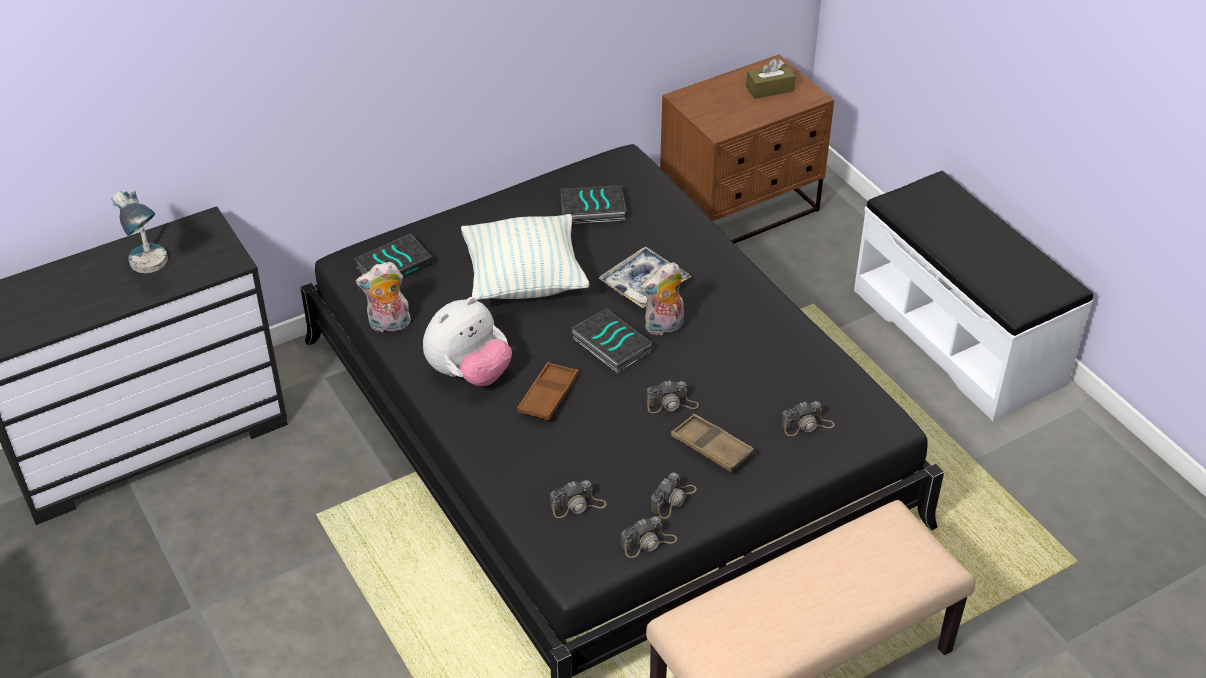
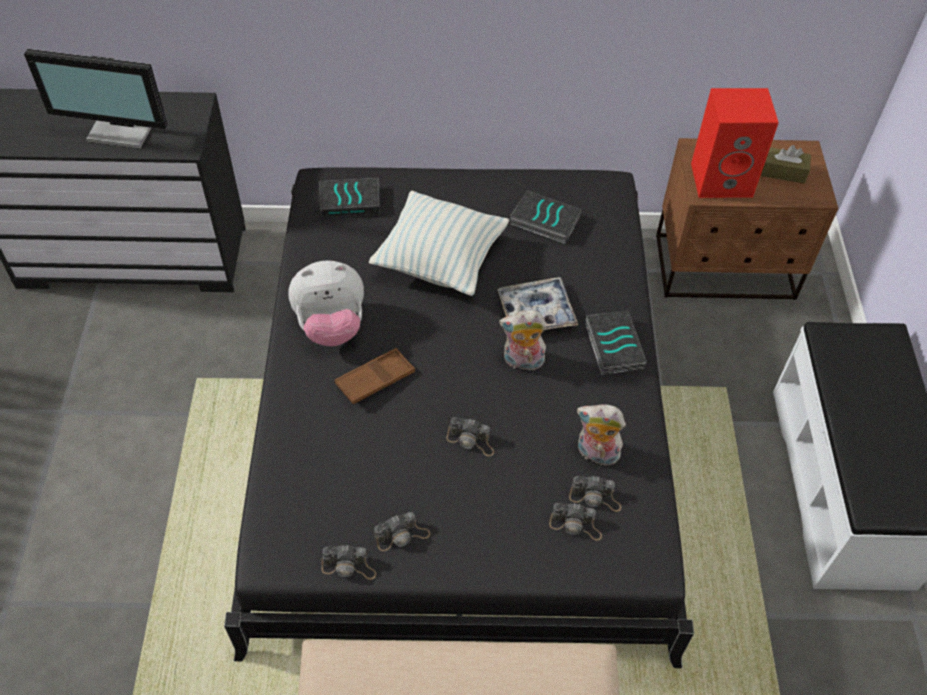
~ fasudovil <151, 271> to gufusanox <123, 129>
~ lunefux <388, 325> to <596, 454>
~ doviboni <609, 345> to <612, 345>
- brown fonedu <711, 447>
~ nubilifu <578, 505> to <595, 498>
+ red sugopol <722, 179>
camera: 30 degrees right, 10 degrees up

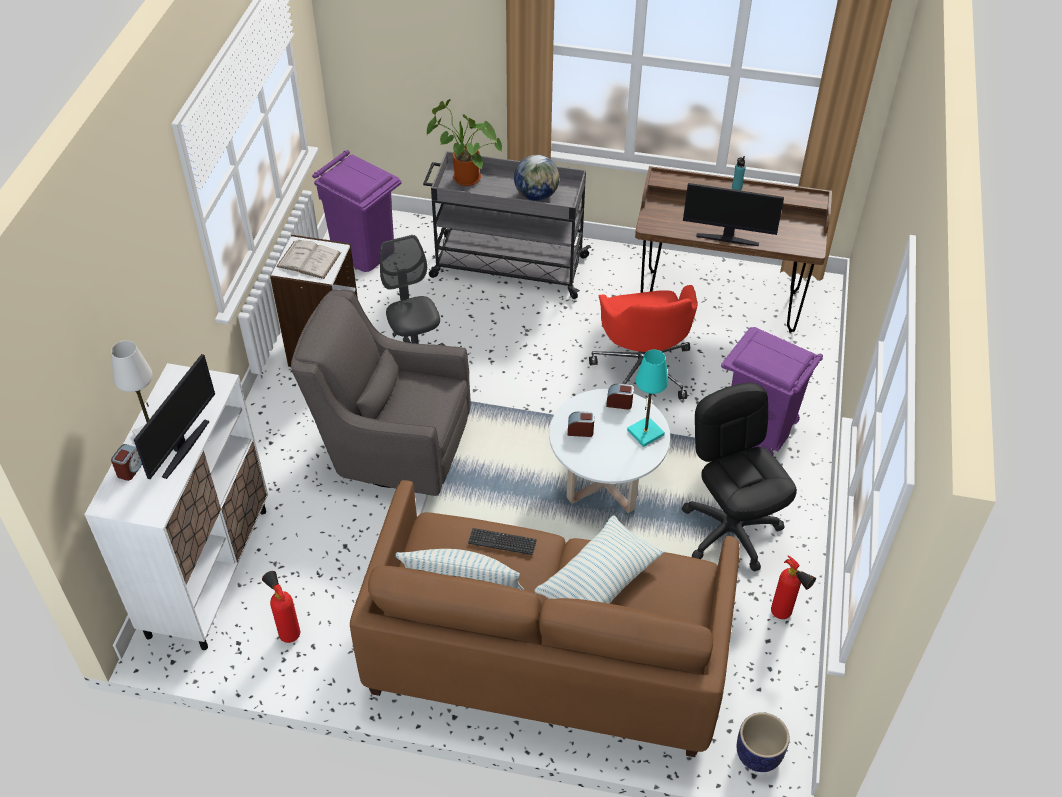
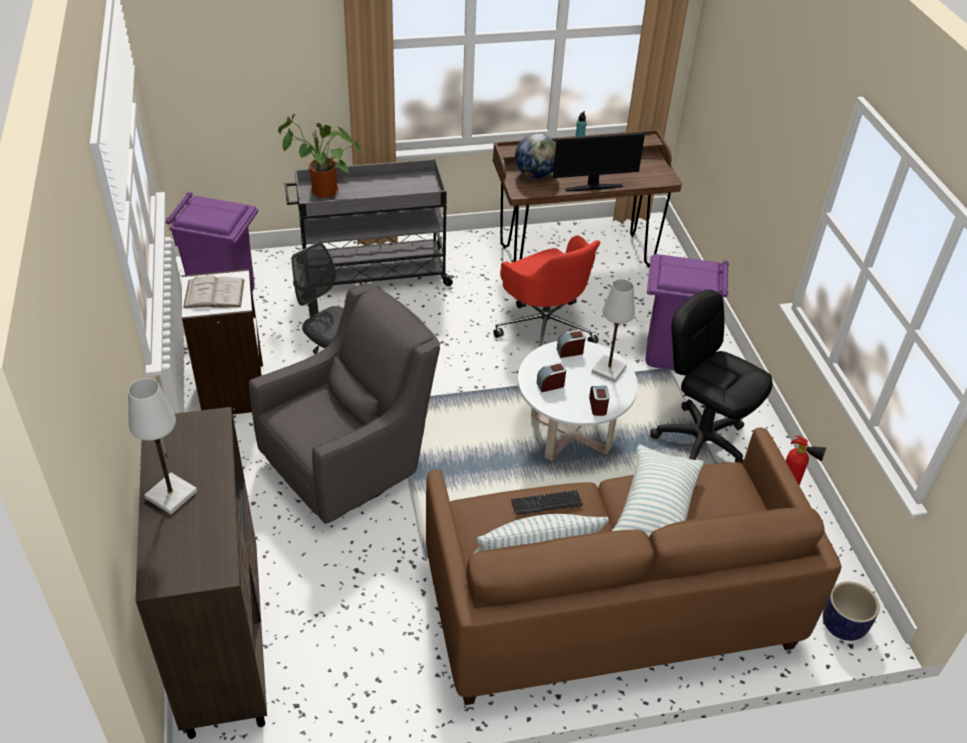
~ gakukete <536, 195> to <535, 175>
~ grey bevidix <391, 448> = <352, 463> 150 degrees clockwise
~ turquoise fasudovil <645, 433> to white fasudovil <609, 370>
- gufusanox <183, 448>
~ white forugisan <208, 571> to brown forugisan <223, 643>
~ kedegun <131, 468> to <598, 406>
- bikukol <287, 631>
camera: 25 degrees left, 5 degrees down

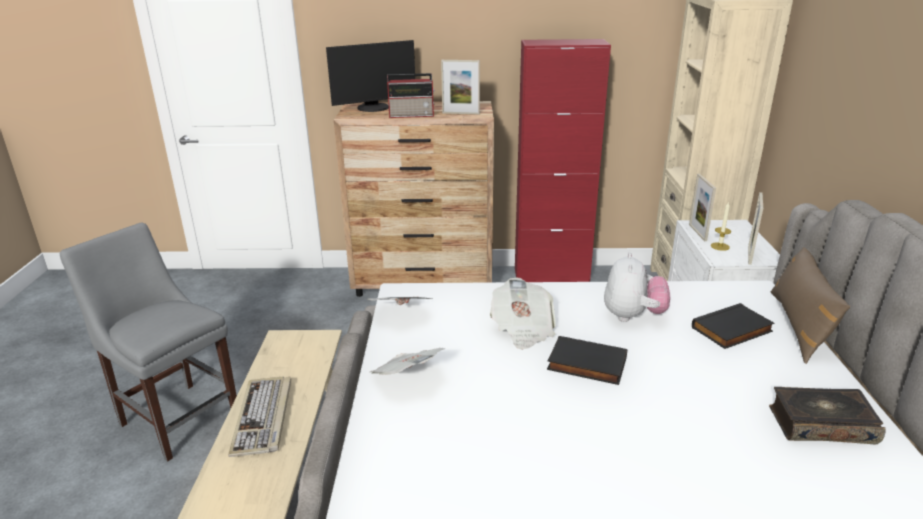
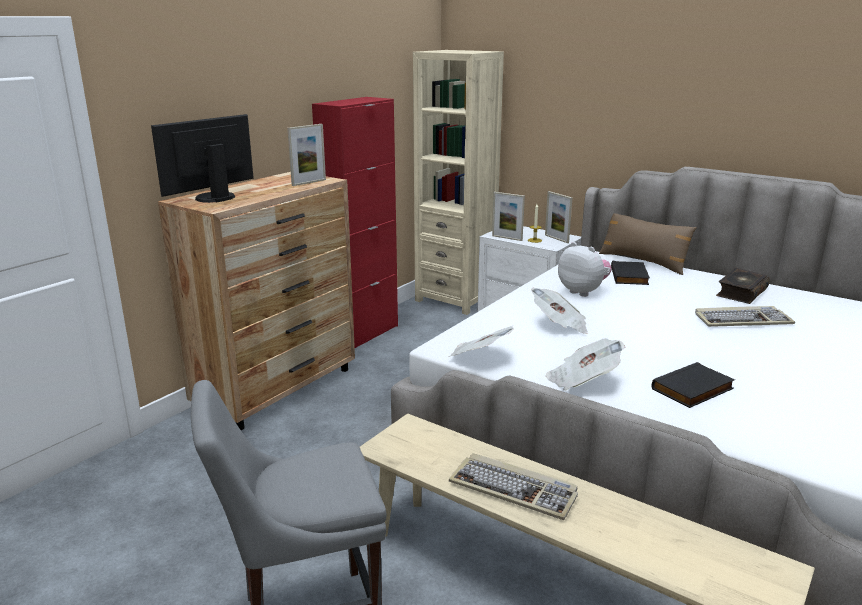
~ gufusanox <374, 108> = <213, 197> 150 degrees counterclockwise
- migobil <412, 115>
~ black doviboni <586, 365> to <693, 390>
+ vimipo <742, 320>
camera: 55 degrees left, 5 degrees down

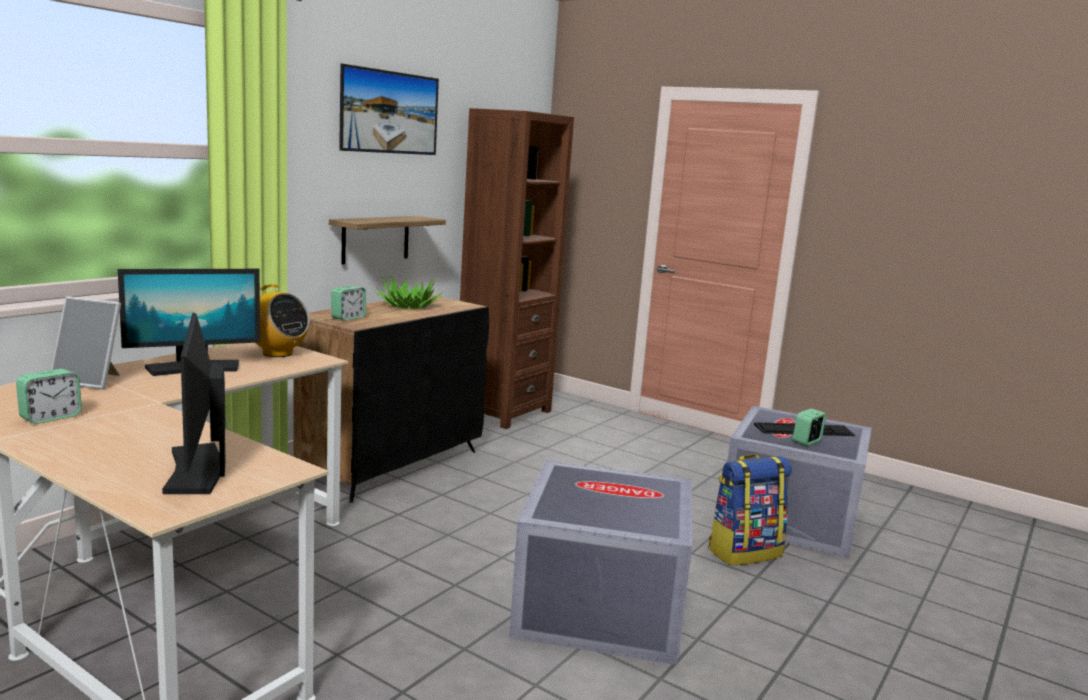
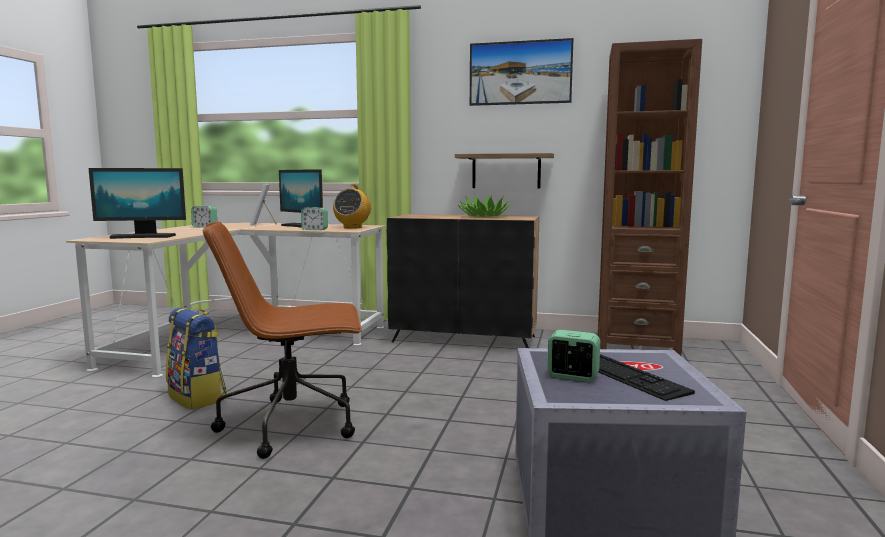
~ kedegun <348, 318> to <315, 229>
~ gufusanox <197, 470> = <142, 236> 150 degrees counterclockwise
~ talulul <744, 552> to <198, 397>
~ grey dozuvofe <597, 607> to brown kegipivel <293, 424>
camera: 70 degrees right, 5 degrees down

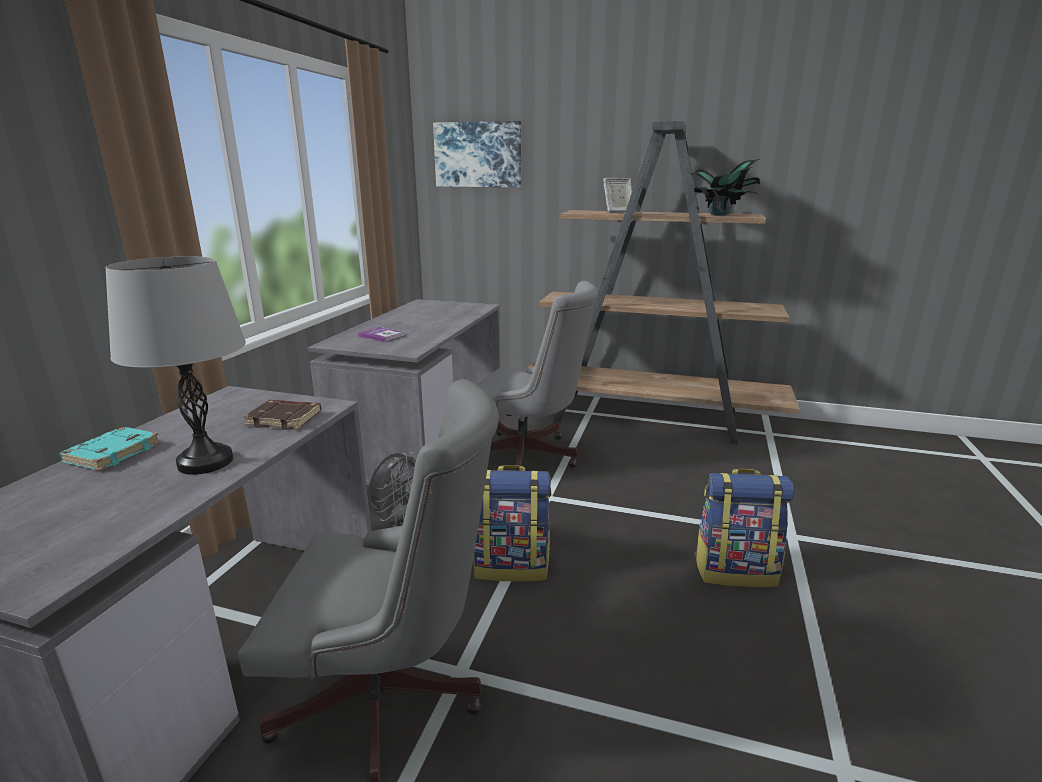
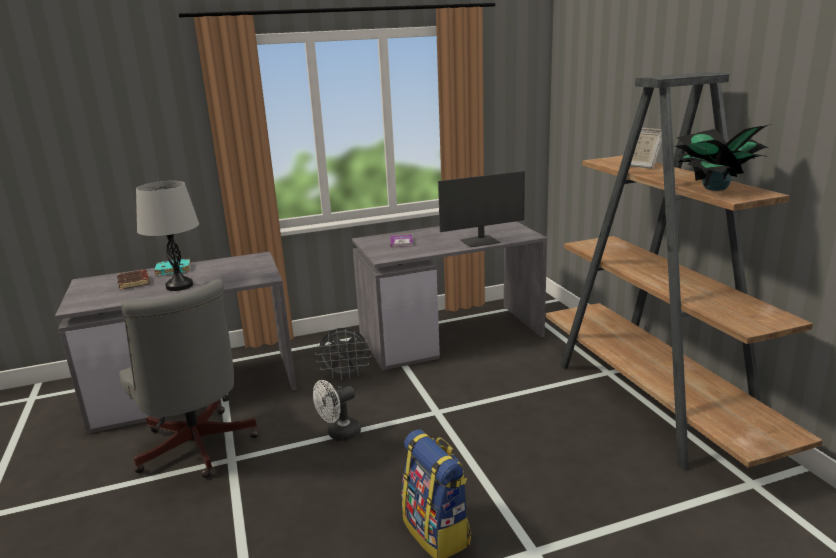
- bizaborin <478, 155>
- grey kegipivel <530, 458>
~ brown doviboni <285, 419> to <134, 282>
~ talulul <512, 566> to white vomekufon <339, 434>
+ gufusanox <480, 242>
camera: 55 degrees right, 0 degrees up

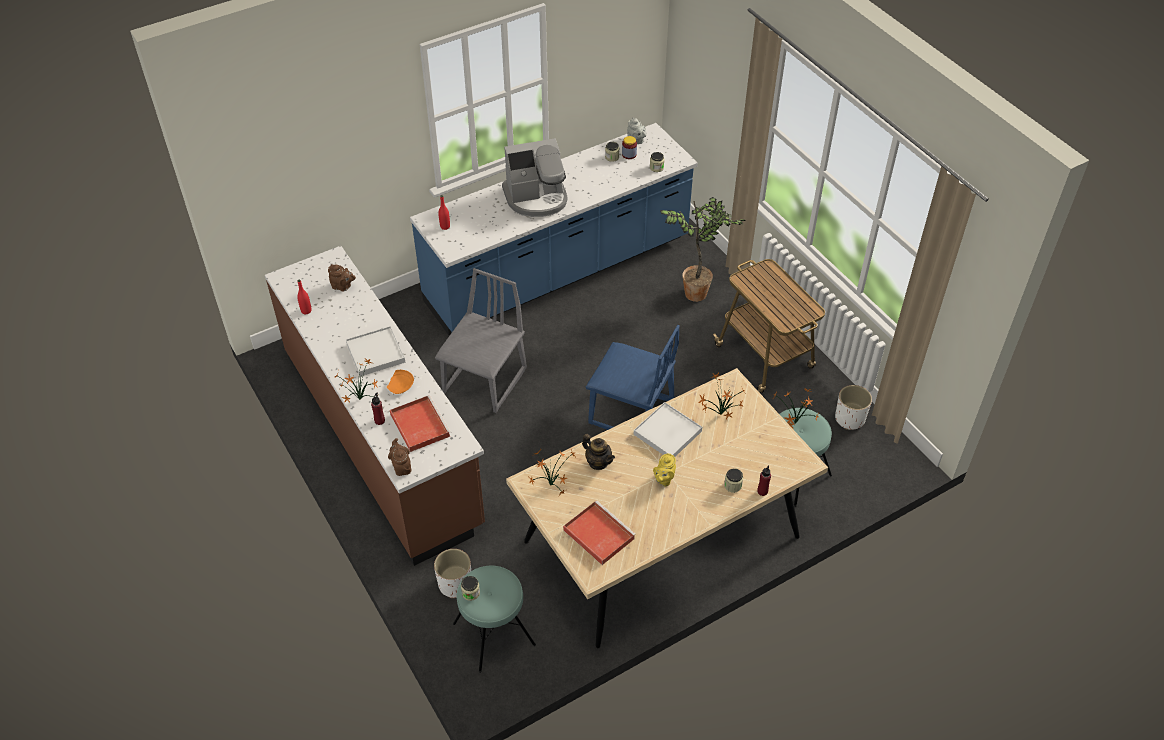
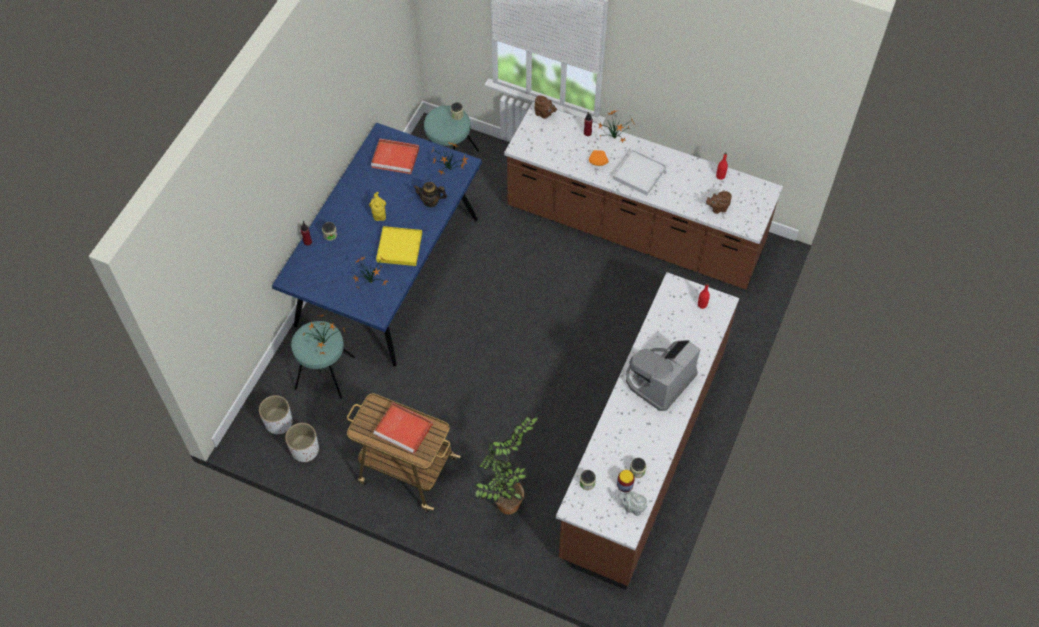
~ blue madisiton <558, 272> to brown madisiton <642, 453>
- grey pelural <485, 381>
- blue pelural <631, 413>
~ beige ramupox <662, 538> to blue ramupox <388, 272>
~ red fonedu <419, 424> to <404, 429>
~ white fonedu <667, 433> to yellow fonedu <399, 247>
~ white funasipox <455, 584> to <279, 422>
camera: 145 degrees right, 10 degrees up

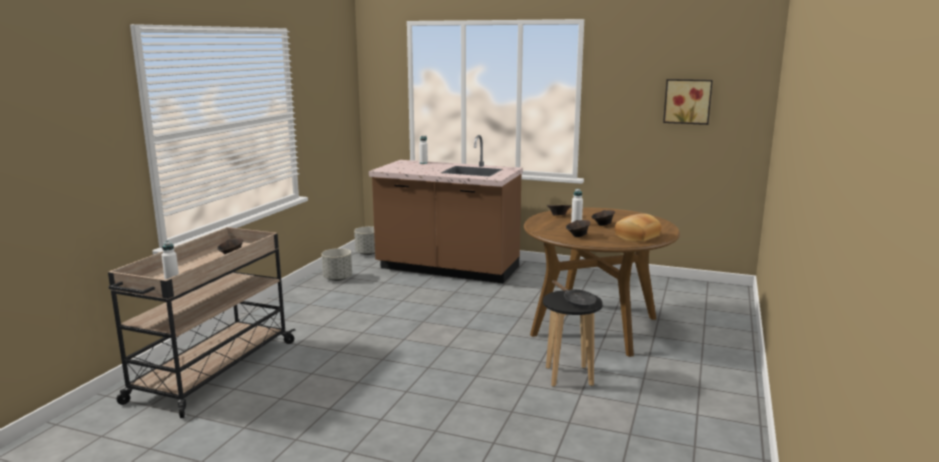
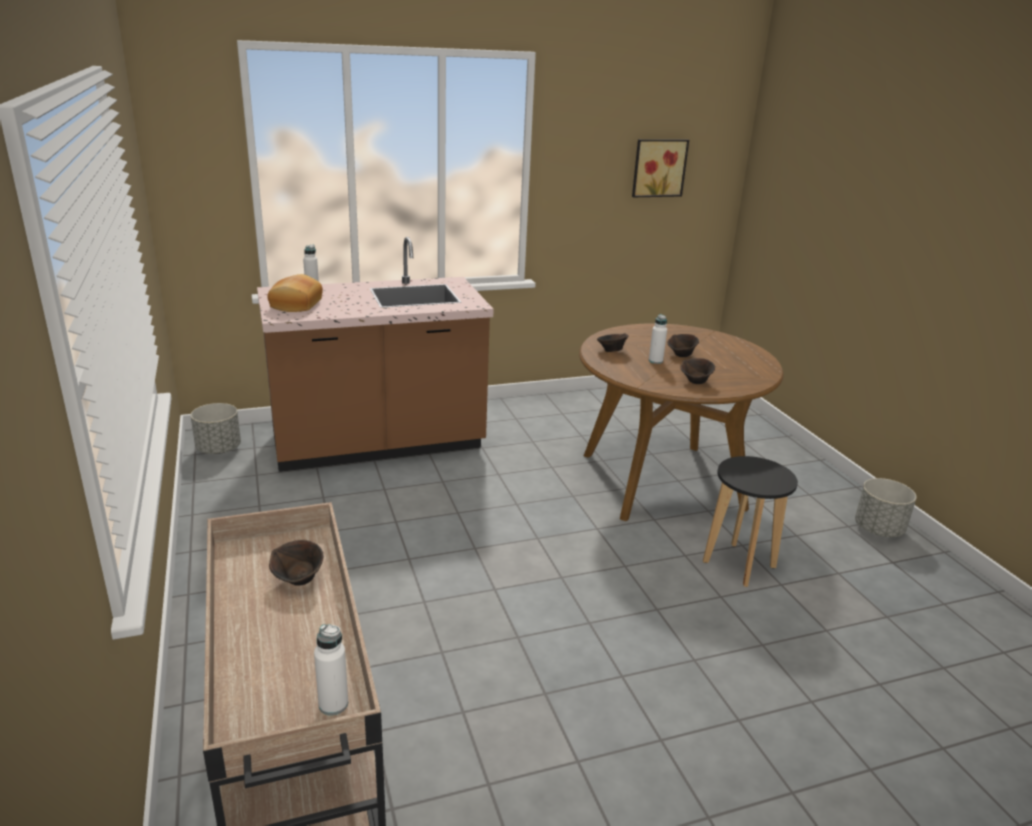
~ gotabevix <636, 236> to <295, 304>
~ grey funasipox <337, 278> to <878, 529>
- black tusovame <576, 302>
camera: 40 degrees left, 10 degrees up

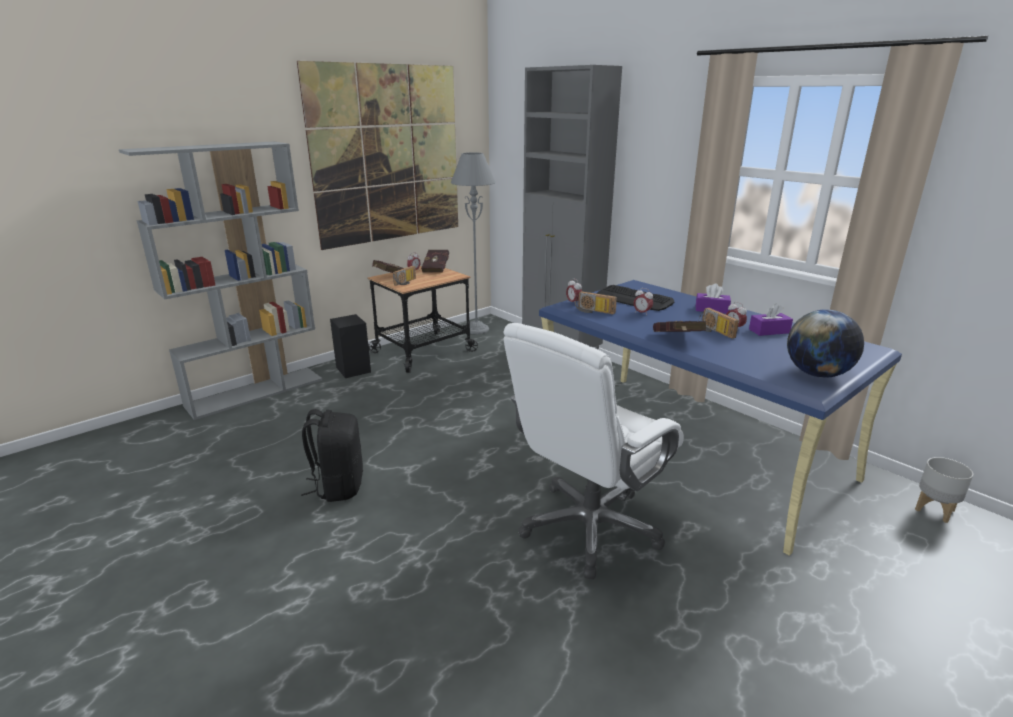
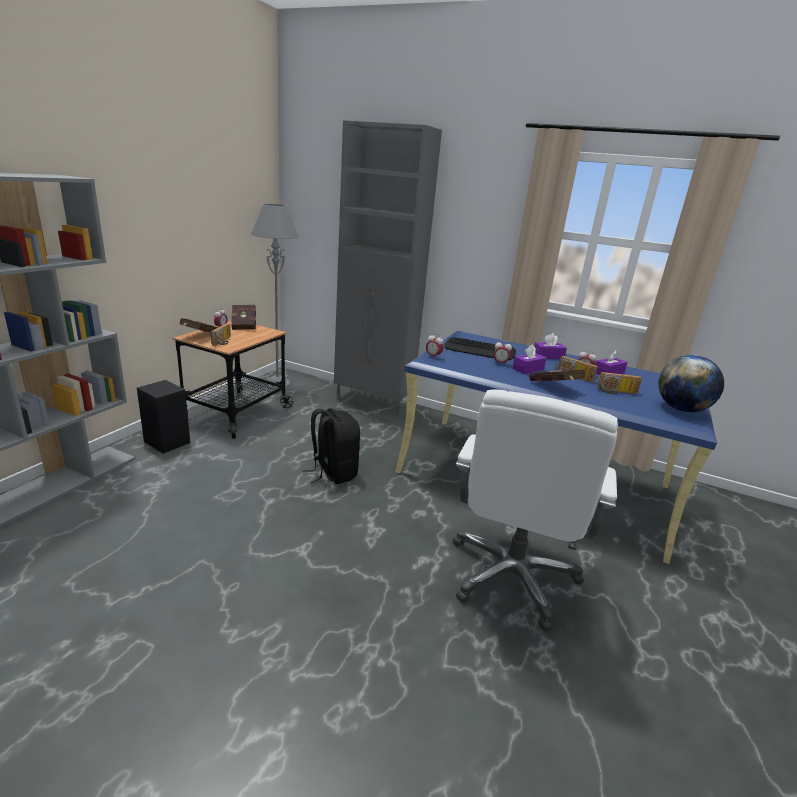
- bizaborin <388, 155>
~ migobil <593, 311> to <616, 392>
~ black talulul <338, 486> to <333, 472>
- grey funasipox <935, 510>
+ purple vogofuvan <528, 369>
camera: 25 degrees left, 0 degrees up

